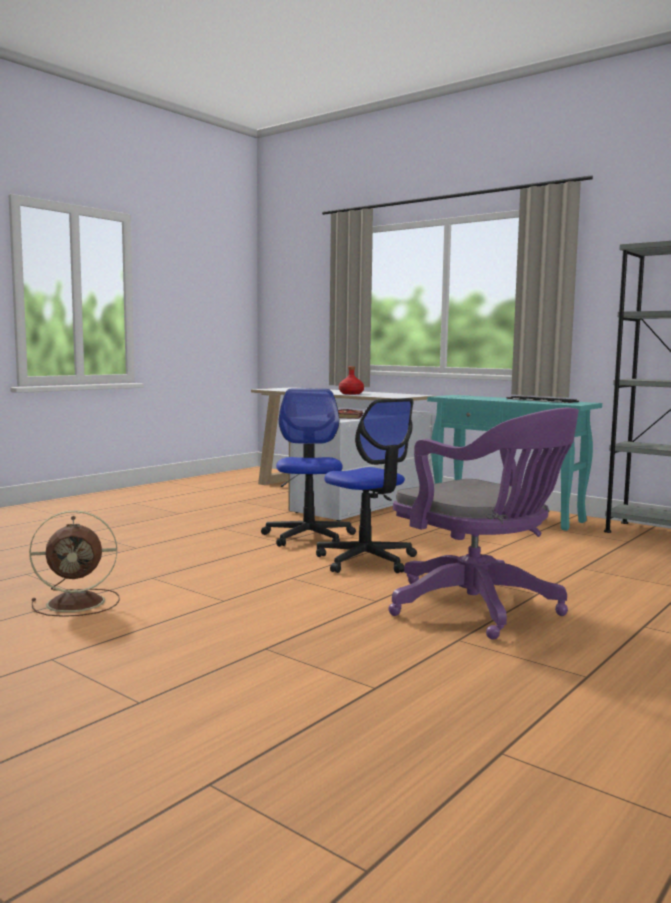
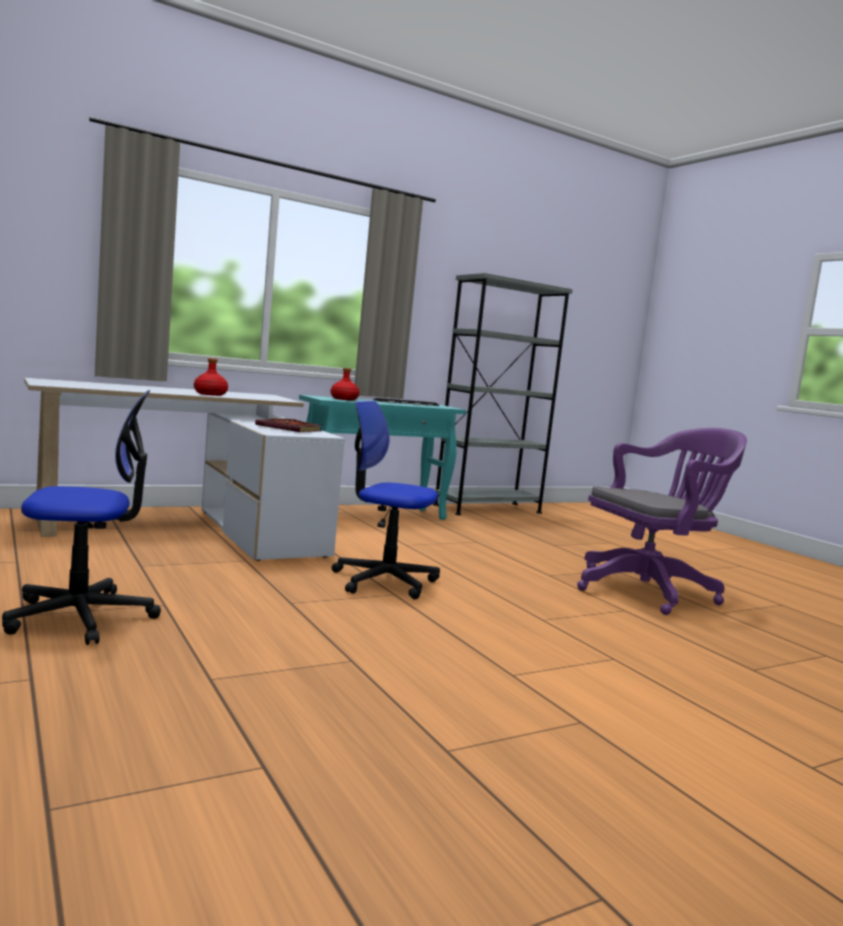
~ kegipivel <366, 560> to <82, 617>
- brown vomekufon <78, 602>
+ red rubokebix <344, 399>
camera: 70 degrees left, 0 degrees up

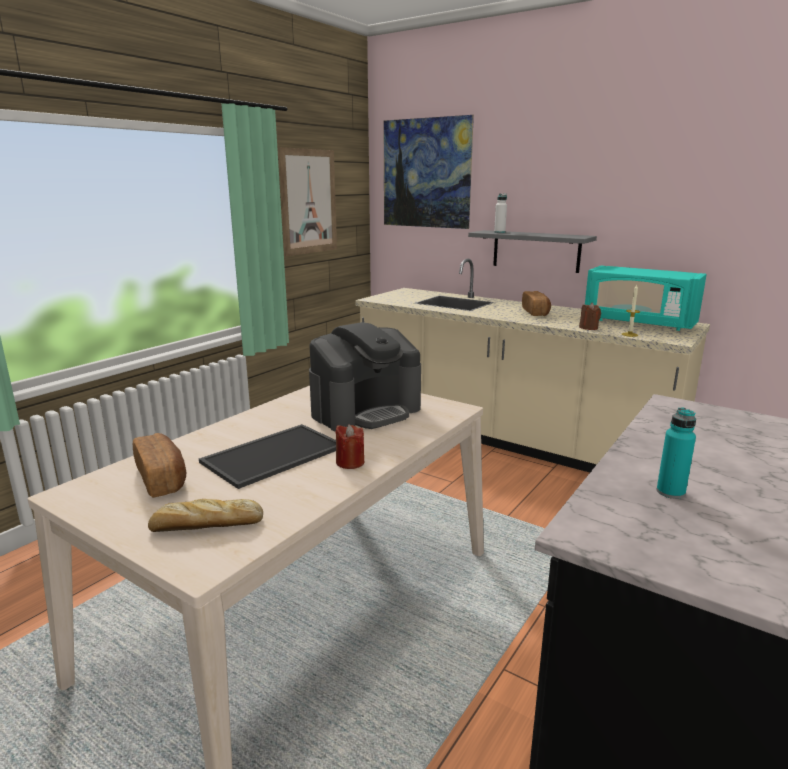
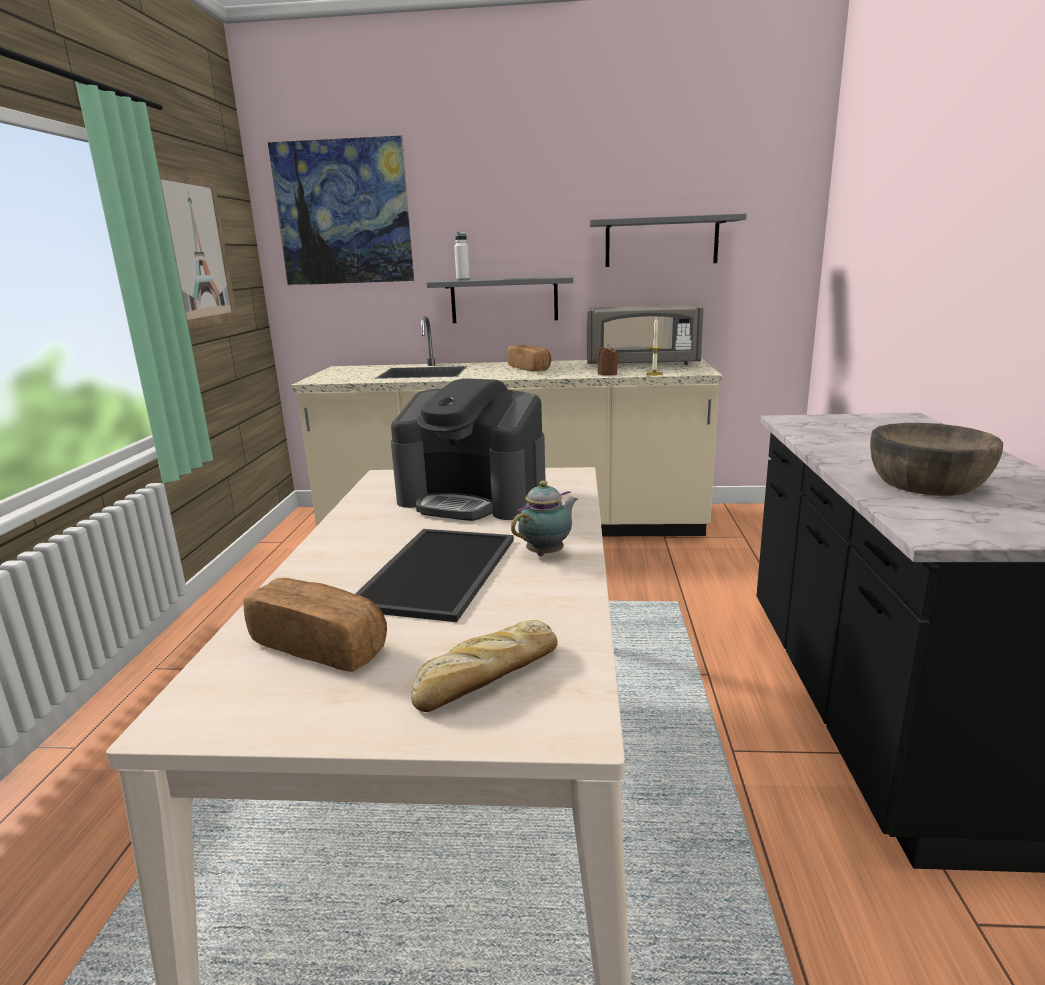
~ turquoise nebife <638, 323> to grey nebife <642, 364>
~ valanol <366, 411> = <473, 498> 90 degrees clockwise
~ turquoise rubokebix <670, 492> to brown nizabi <927, 482>
~ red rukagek <350, 462> to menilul <547, 553>
+ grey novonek <661, 242>
camera: 30 degrees left, 0 degrees up

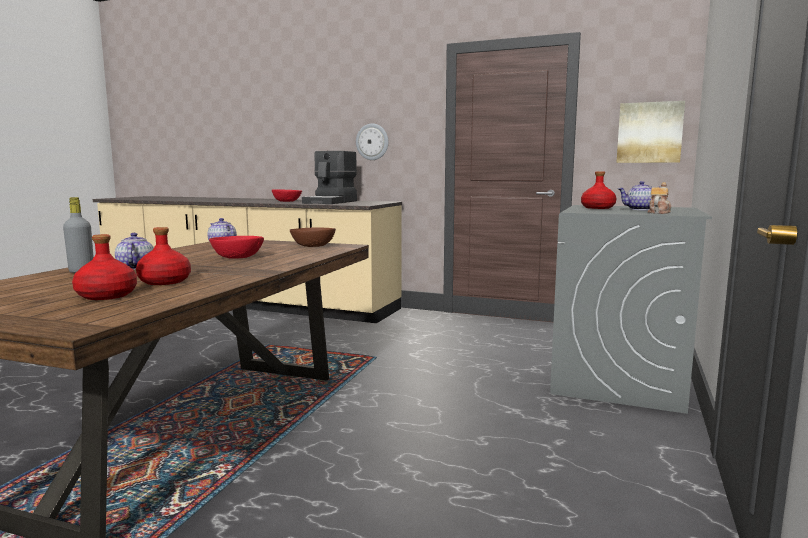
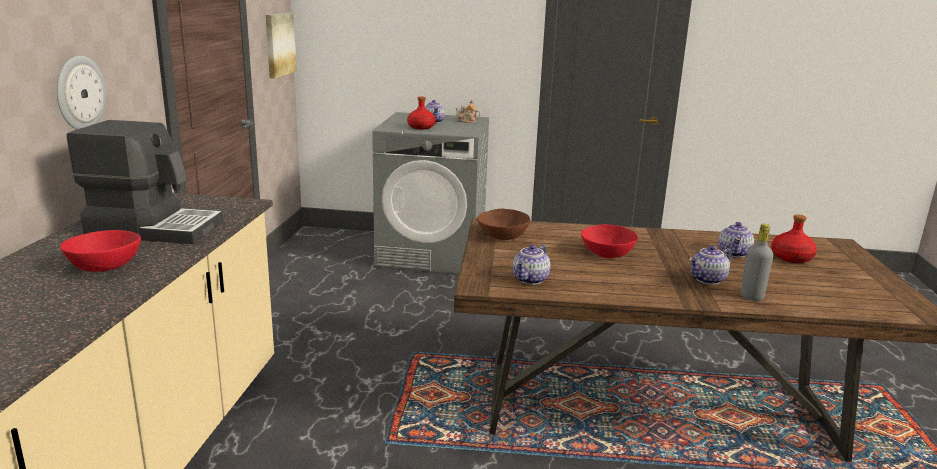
~ red rubokebix <164, 282> to menilul <734, 253>
camera: 105 degrees left, 10 degrees up

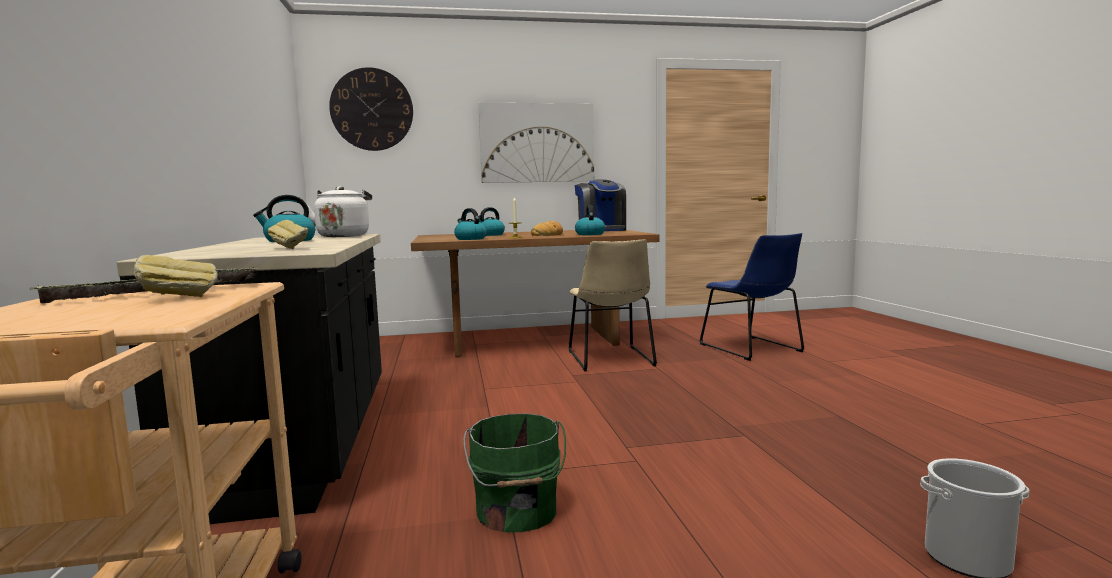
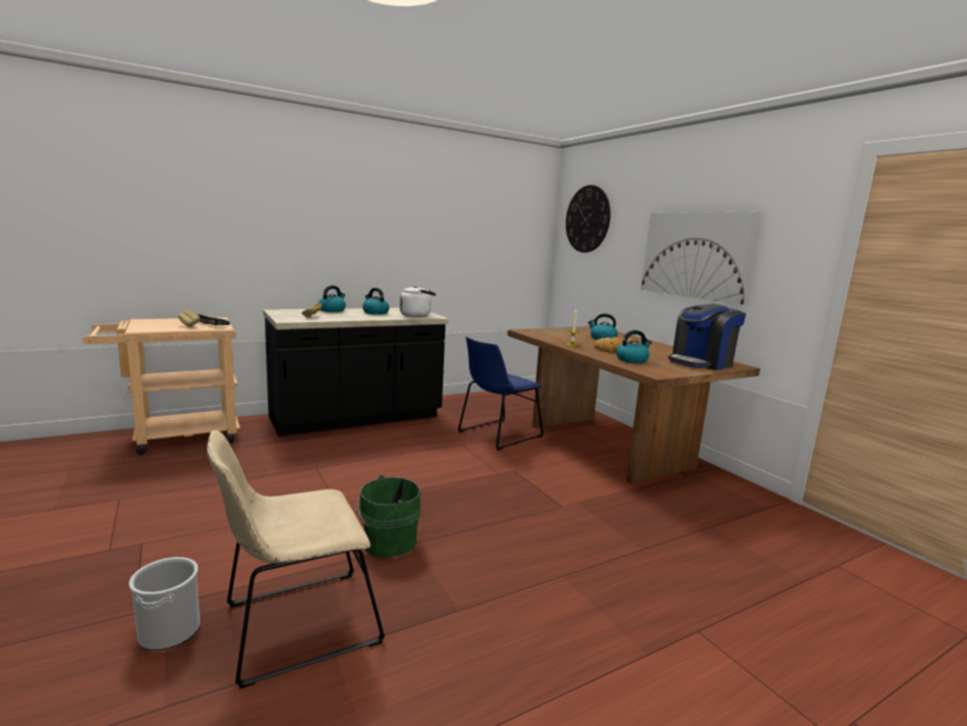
~ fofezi <470, 239> to <332, 310>
~ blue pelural <753, 349> to <497, 435>
~ beige pelural <611, 359> to <294, 625>
~ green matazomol <516, 512> to <386, 542>
camera: 70 degrees right, 5 degrees up

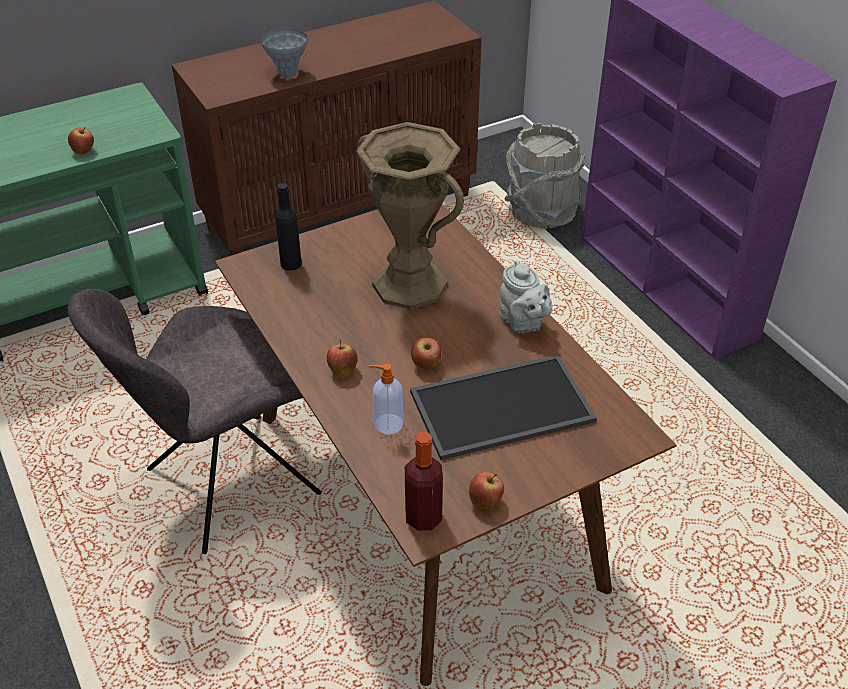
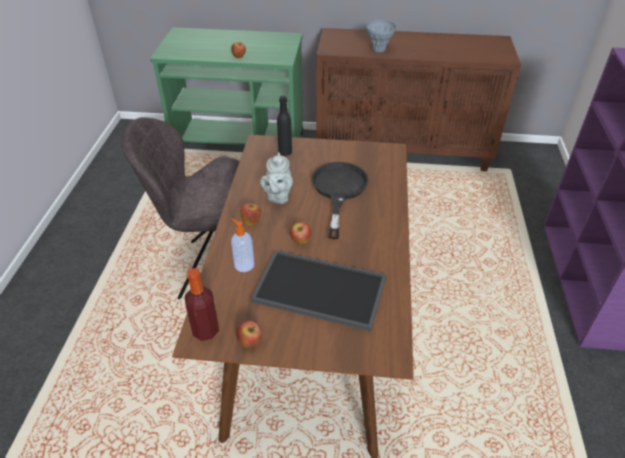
~ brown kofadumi <409, 285> to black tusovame <338, 191>
- grey matazomol <541, 212>
~ grey menilul <523, 323> to <278, 196>
camera: 35 degrees right, 0 degrees up

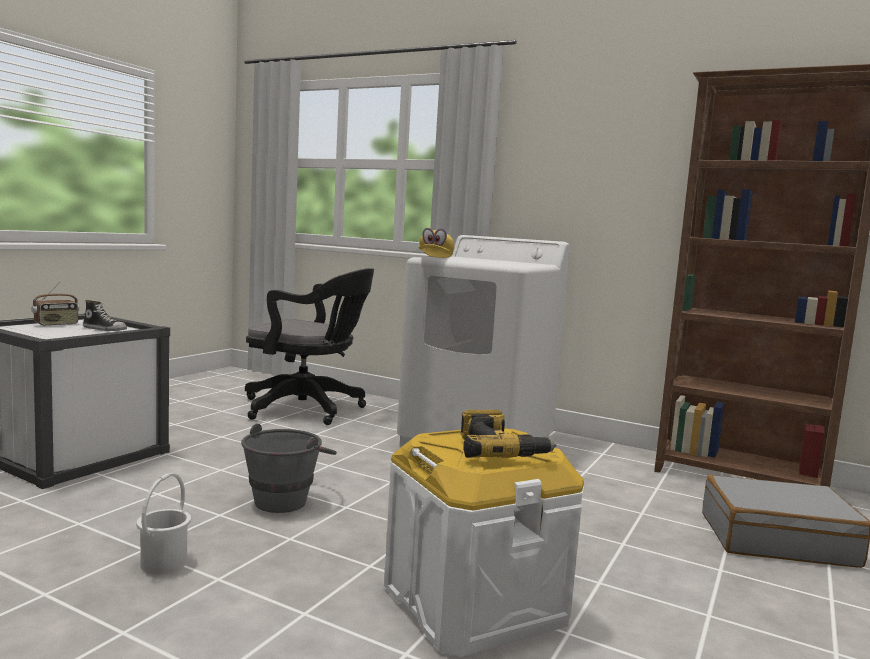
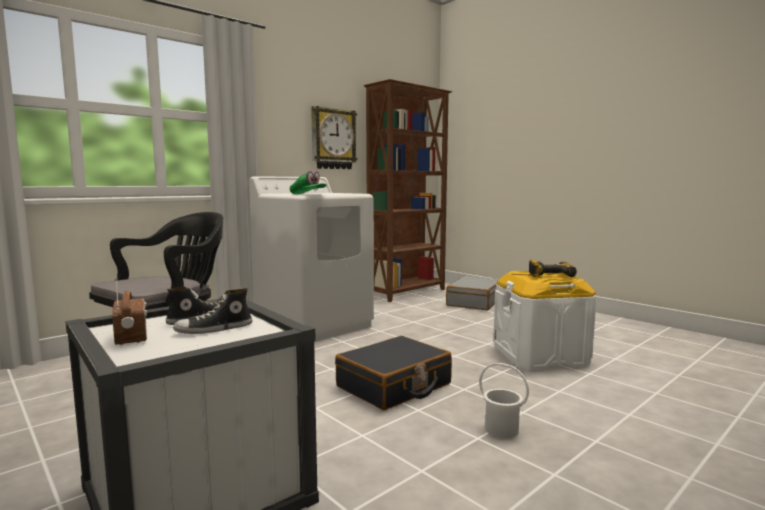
~ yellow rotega <435, 258> to green rotega <308, 194>
~ grey matazomol <287, 498> to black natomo <394, 386>
+ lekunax <333, 139>
+ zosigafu <214, 329>
camera: 70 degrees left, 0 degrees up

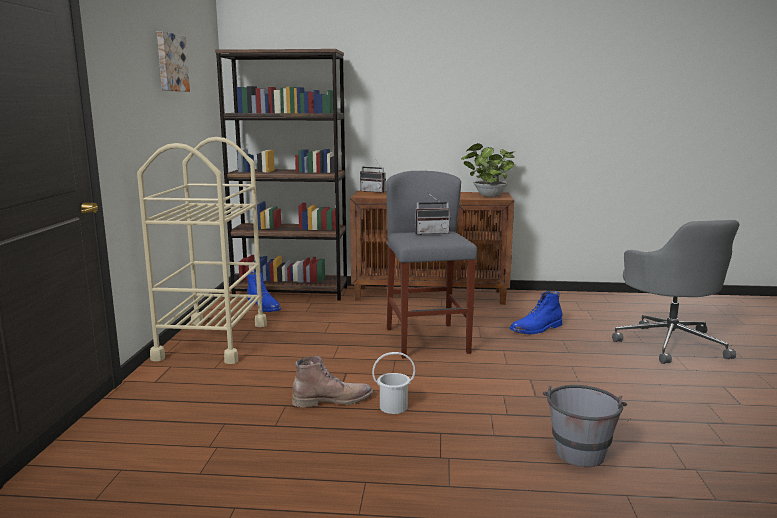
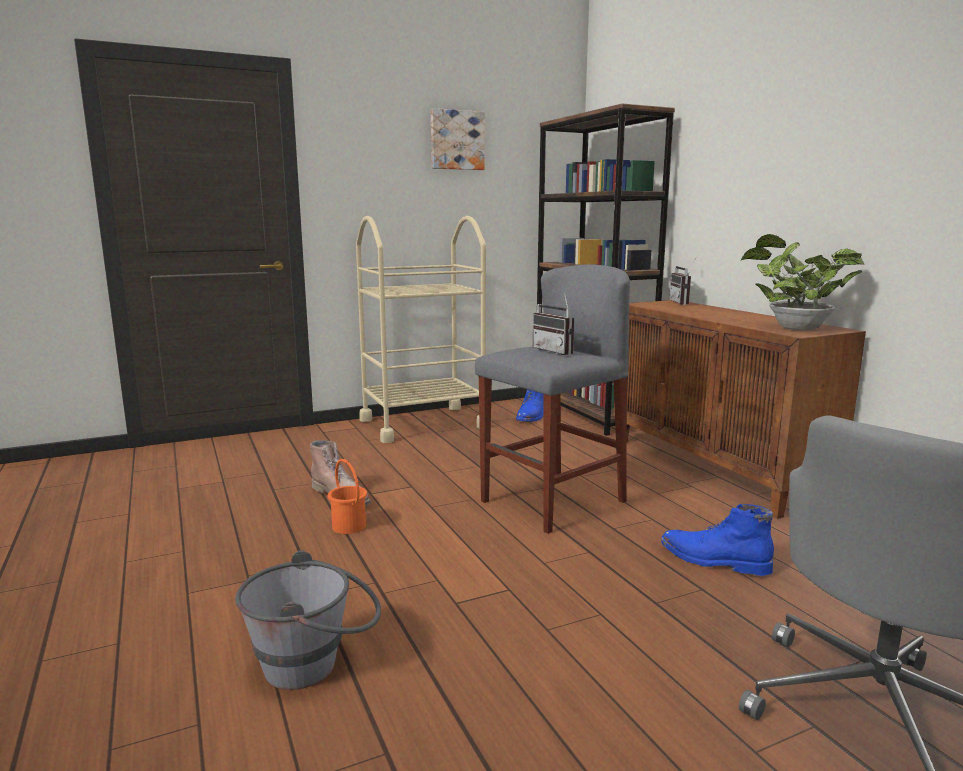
~ white matazomol <393, 407> to orange matazomol <349, 526>
camera: 60 degrees right, 0 degrees up

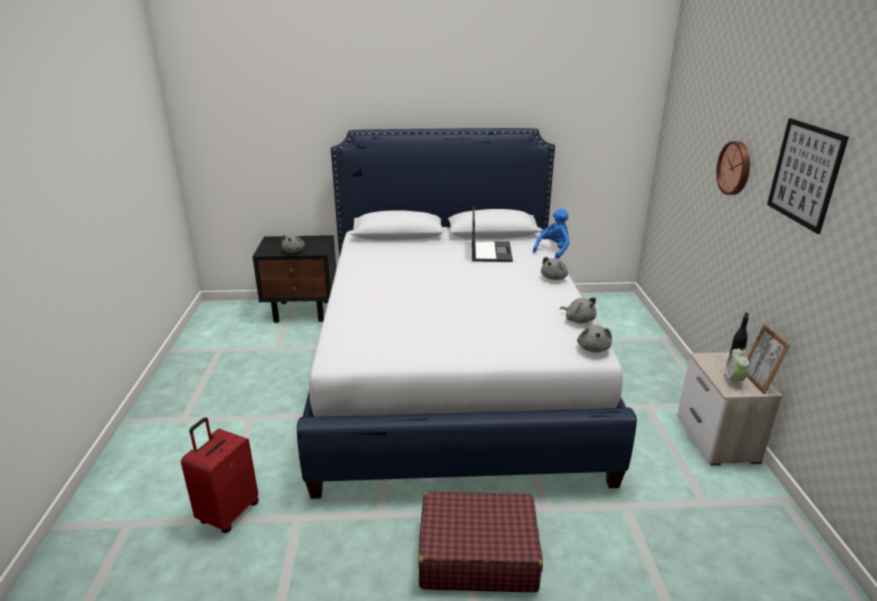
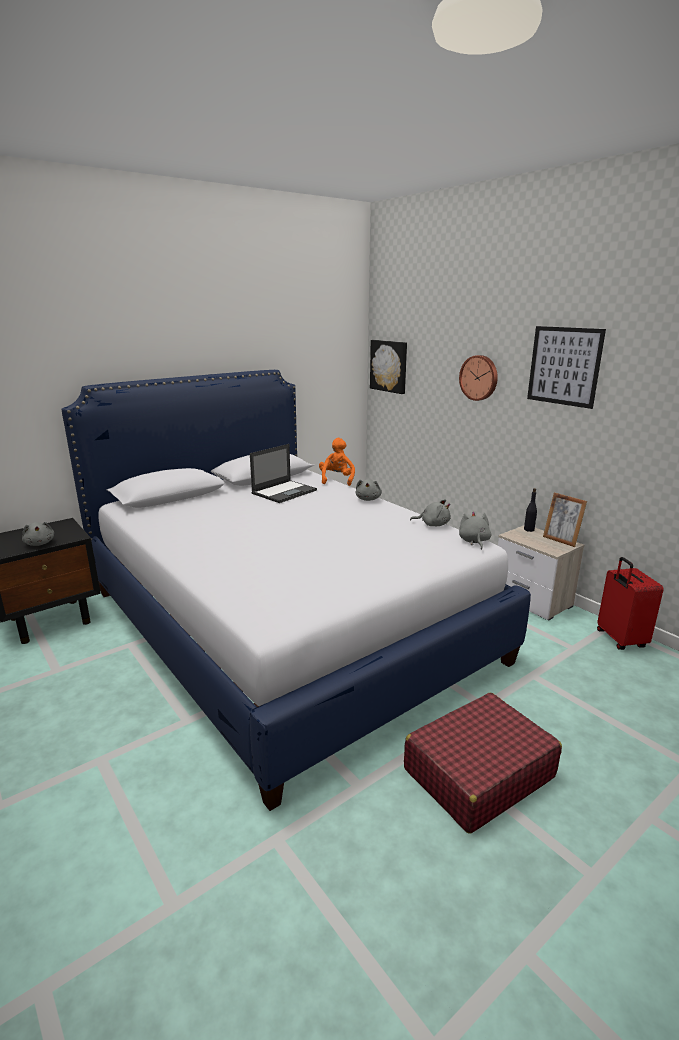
~ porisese <491, 252> = <284, 491> 75 degrees clockwise
~ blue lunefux <553, 251> to orange lunefux <337, 480>
~ grey lunefux <593, 348> = <474, 541> 150 degrees counterclockwise
- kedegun <733, 381>
~ red natomo <228, 513> to <619, 639>
+ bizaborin <389, 366>
camera: 35 degrees left, 5 degrees down

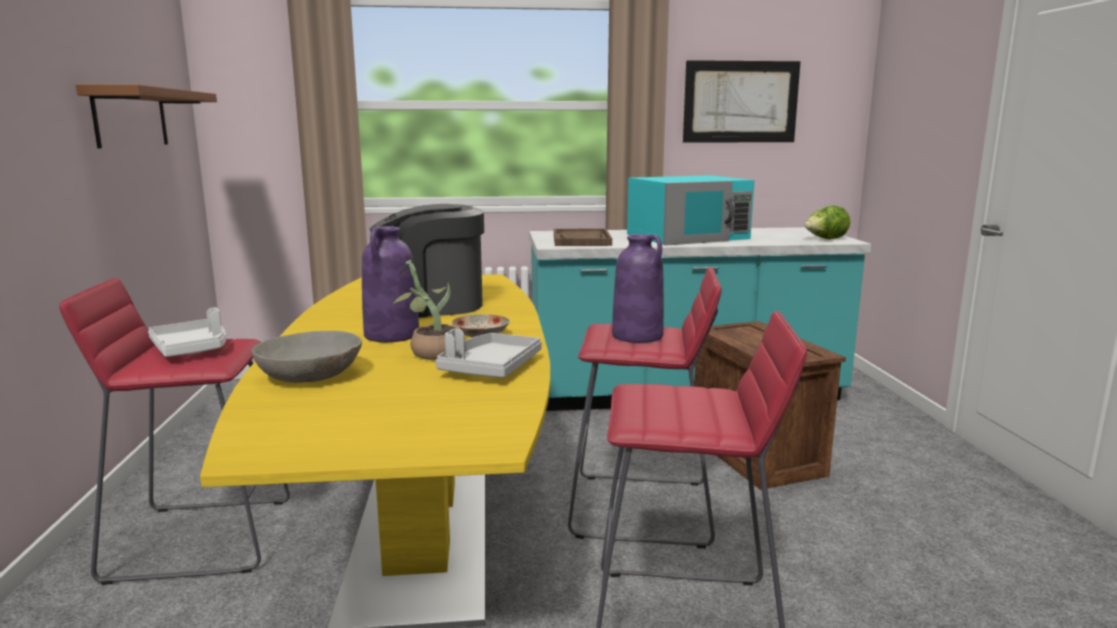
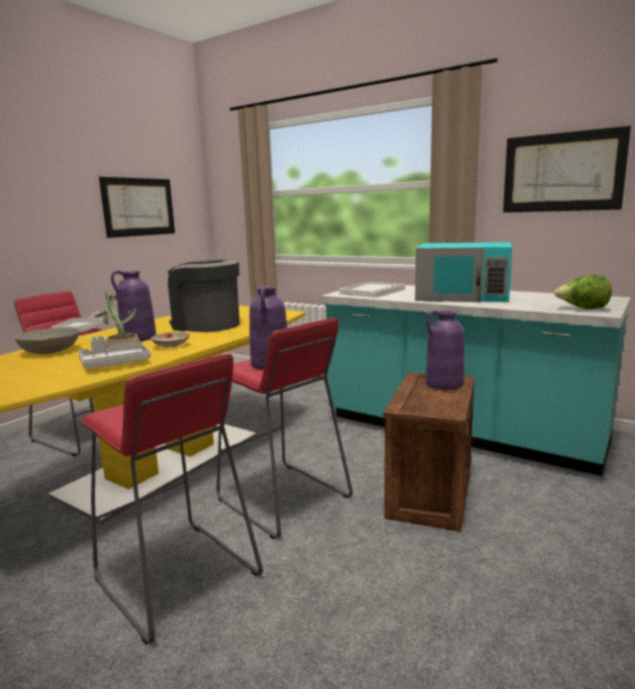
~ brown novonek <131, 118> to bizaborin <139, 207>
~ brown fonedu <581, 240> to white fonedu <372, 292>
+ purple kofadumi <444, 384>
camera: 40 degrees right, 0 degrees up

